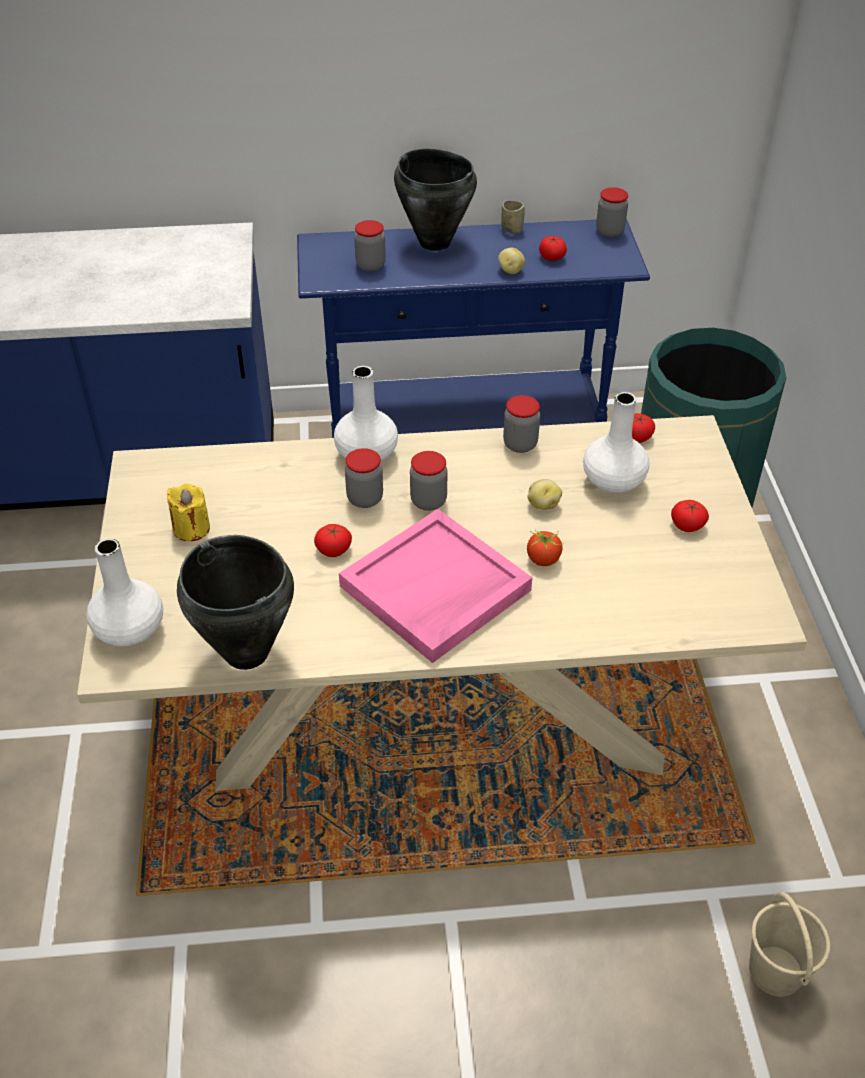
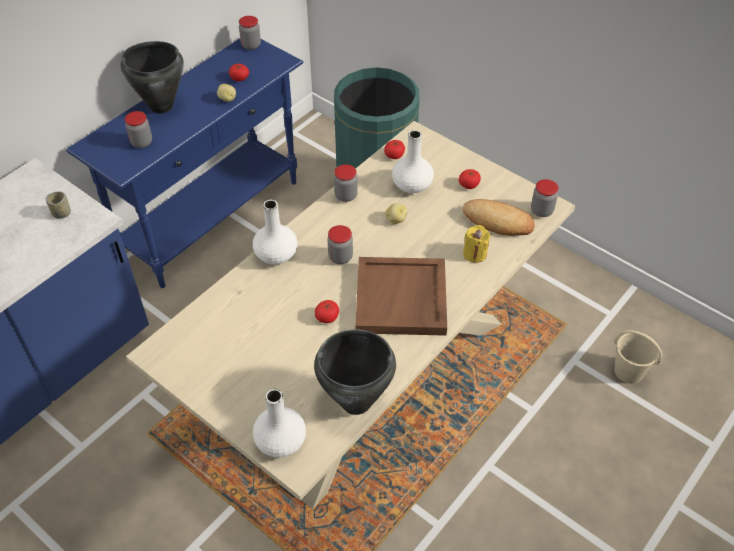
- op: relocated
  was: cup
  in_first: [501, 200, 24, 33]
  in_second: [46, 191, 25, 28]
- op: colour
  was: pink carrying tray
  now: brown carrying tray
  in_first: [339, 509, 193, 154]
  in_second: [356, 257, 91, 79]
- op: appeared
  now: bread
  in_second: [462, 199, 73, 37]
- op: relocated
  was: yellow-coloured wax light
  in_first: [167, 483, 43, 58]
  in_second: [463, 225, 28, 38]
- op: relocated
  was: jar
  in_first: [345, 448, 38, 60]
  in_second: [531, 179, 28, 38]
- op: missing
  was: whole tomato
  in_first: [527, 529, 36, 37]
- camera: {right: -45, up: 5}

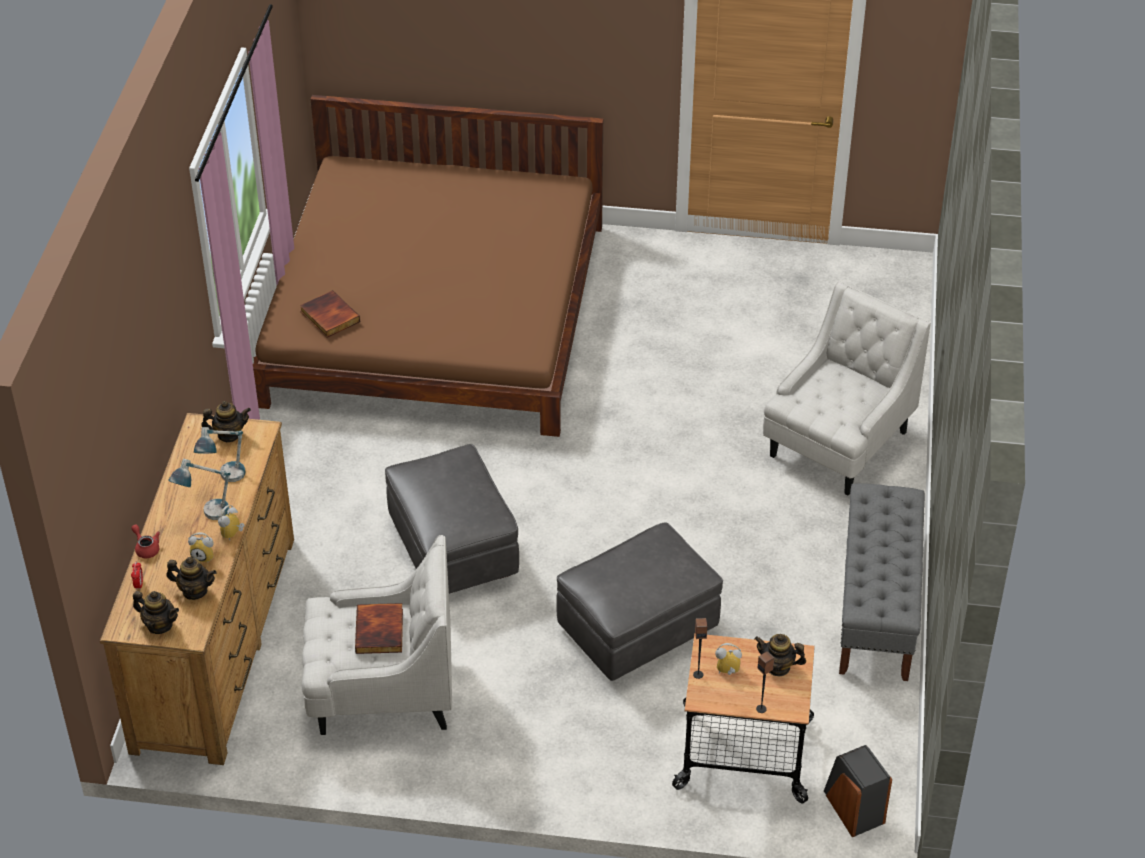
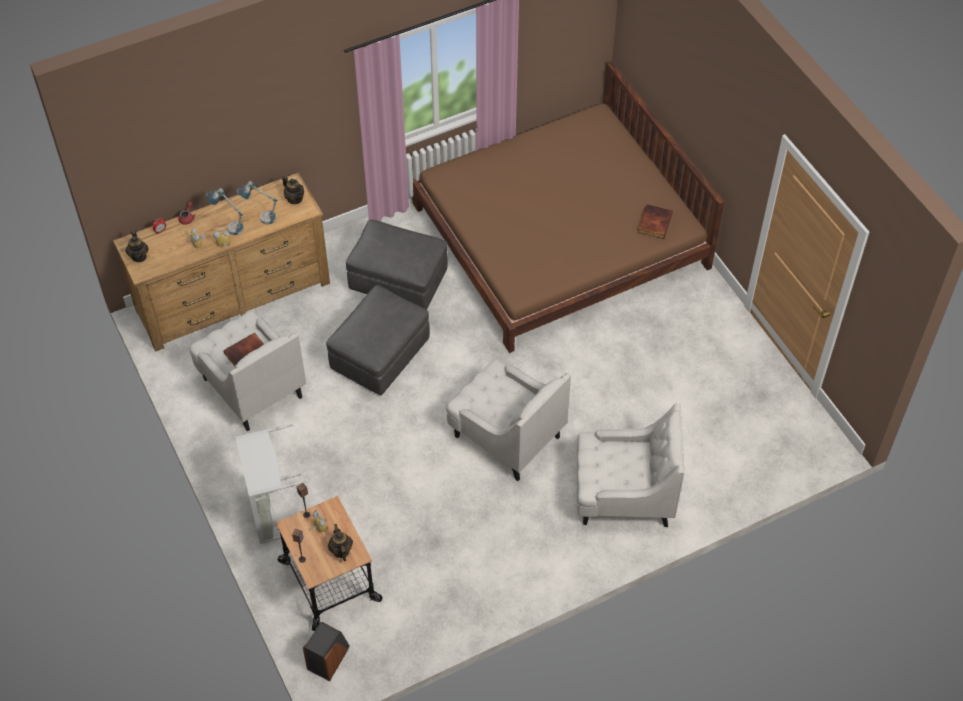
- op: appeared
  now: grey hamper
  in_second: [235, 424, 73, 120]
- op: relocated
  was: grey pouffe
  in_first: [556, 522, 167, 159]
  in_second: [346, 219, 102, 91]
- op: appeared
  now: white armchair
  in_second: [446, 359, 125, 122]
- op: relocated
  was: bound book
  in_first: [300, 290, 60, 48]
  in_second: [637, 204, 36, 35]
- op: missing
  was: tea pot
  in_first: [166, 557, 51, 43]
- op: missing
  was: grey long seat
  in_first: [839, 483, 86, 198]
- camera: {right: 55, up: 10}

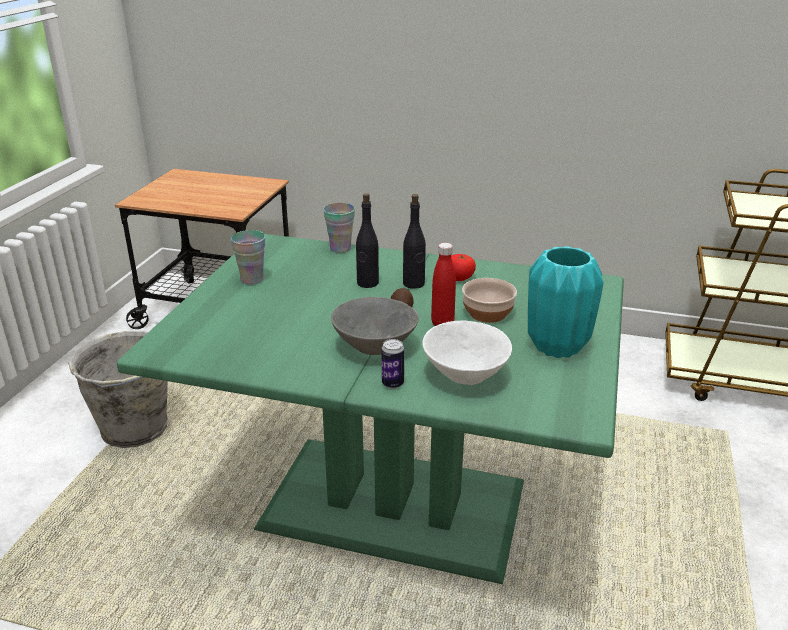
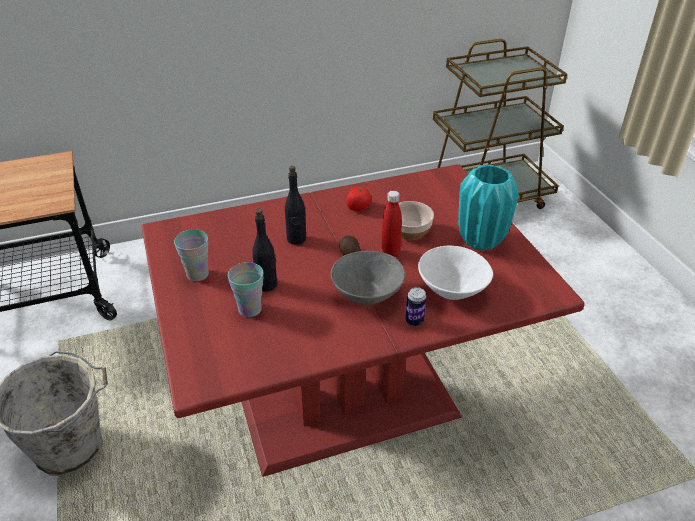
- op: colour
  was: green-coloured dinner table
  now: reddish dinner table
  in_first: [117, 234, 507, 350]
  in_second: [142, 164, 443, 313]
- op: relocated
  was: cup
  in_first: [323, 203, 32, 50]
  in_second: [228, 262, 35, 55]
- op: relocated
  was: black drink bottle
  in_first: [403, 194, 23, 95]
  in_second: [252, 209, 25, 83]
- camera: {right: -35, up: 10}

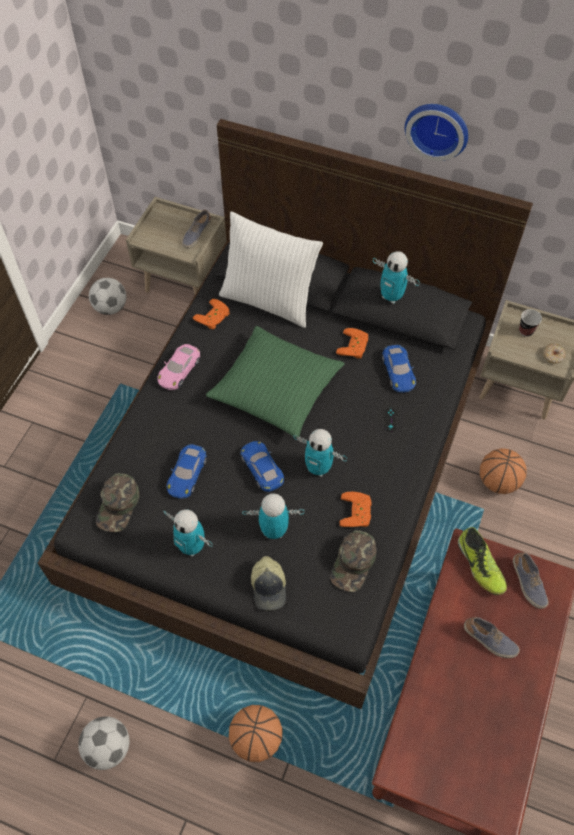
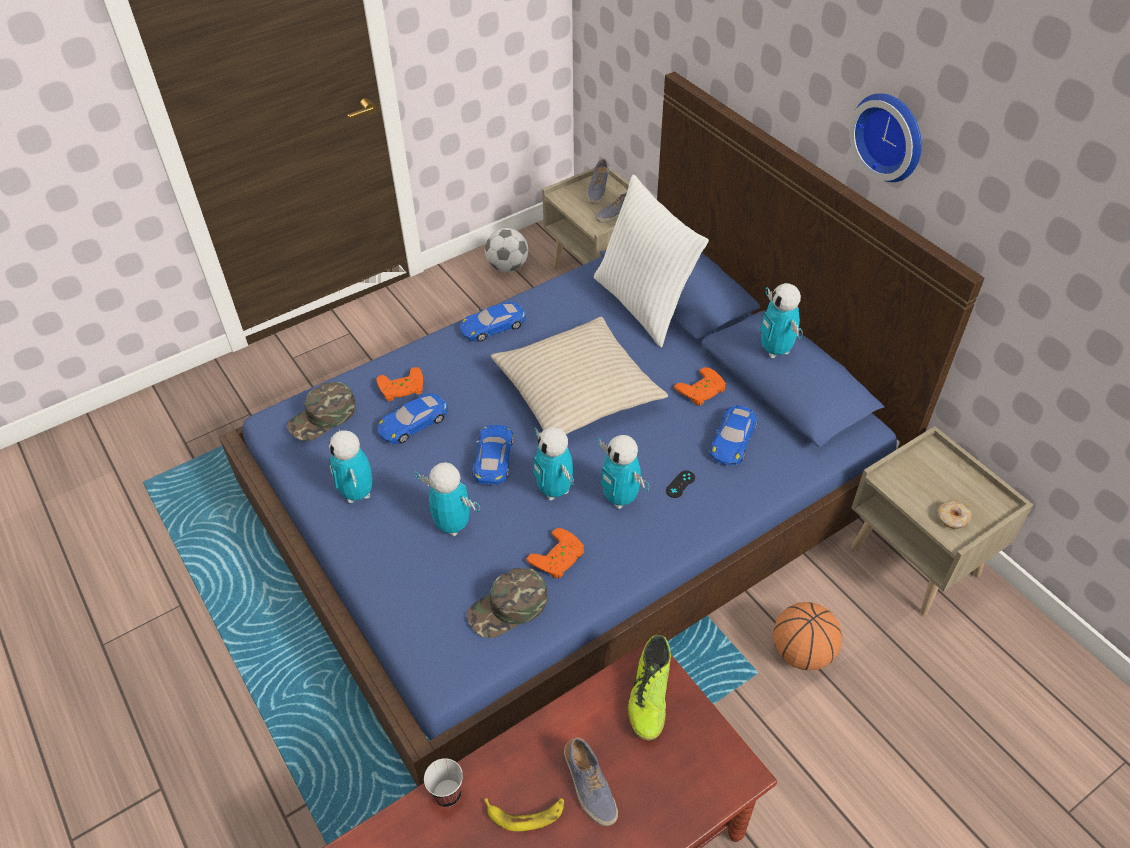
- op: colour
  was: black sleeping bed
  now: blue sleeping bed
  in_first: [38, 119, 495, 590]
  in_second: [219, 72, 766, 714]
- op: relocated
  was: orange-coloured gamepad
  in_first: [193, 299, 37, 31]
  in_second: [376, 367, 47, 34]
- op: relocated
  was: cup
  in_first: [519, 309, 23, 28]
  in_second: [424, 758, 39, 49]
- op: colour
  was: pink miniature car
  now: blue miniature car
  in_first: [158, 344, 42, 46]
  in_second: [460, 302, 66, 40]
- op: appeared
  now: whole banana
  in_second: [484, 798, 80, 33]
- op: colour
  was: green-coloured cushion
  now: beige-coloured cushion
  in_first: [206, 326, 139, 112]
  in_second: [491, 317, 177, 117]
- op: relocated
  was: low shoe
  in_first: [513, 552, 35, 57]
  in_second: [586, 158, 23, 47]
- op: appeared
  now: toy robot
  in_second: [596, 435, 53, 74]
- op: missing
  was: football ball
  in_first: [78, 716, 51, 54]
- op: missing
  was: basketball ball
  in_first: [229, 705, 54, 57]
- op: missing
  was: peaked cap
  in_first: [251, 556, 35, 54]
- camera: {right: 35, up: -10}

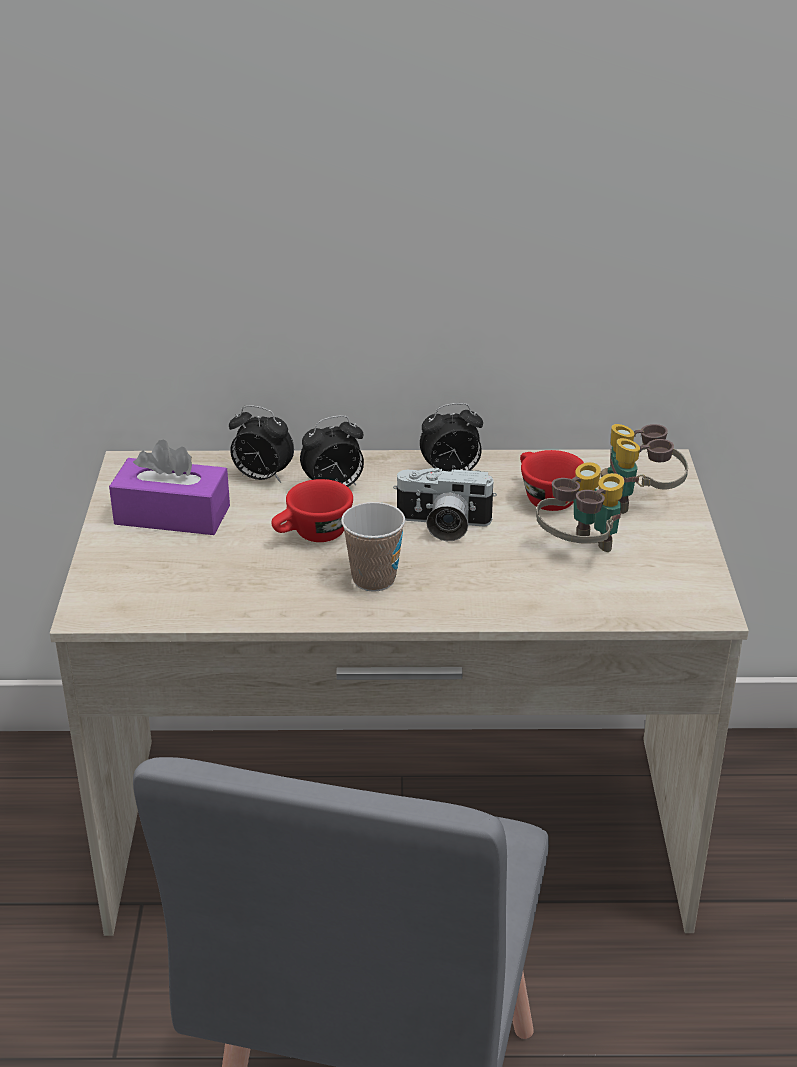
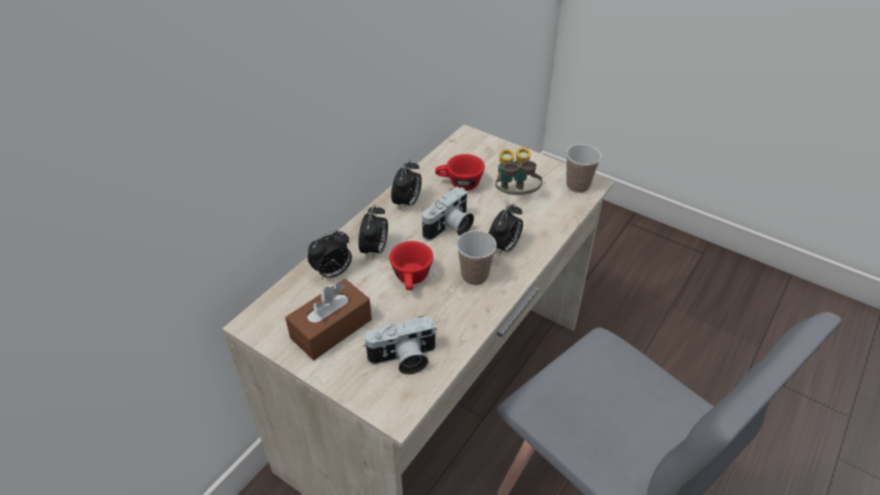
- op: colour
  was: purplish box of tissues
  now: brown box of tissues
  in_first: [109, 440, 121, 95]
  in_second: [285, 279, 87, 81]
- op: appeared
  now: still camera
  in_second: [363, 316, 74, 59]
- op: appeared
  now: bedside clock
  in_second: [488, 203, 35, 53]
- op: appeared
  now: cup
  in_second: [566, 144, 35, 49]
- op: missing
  was: pair of binoculars
  in_first: [601, 424, 87, 90]
- camera: {right: -55, up: 10}

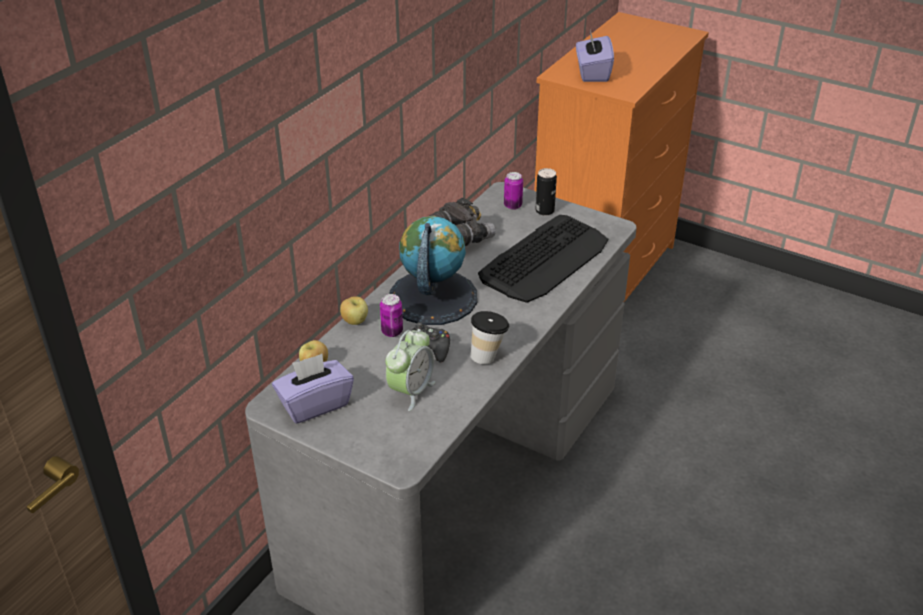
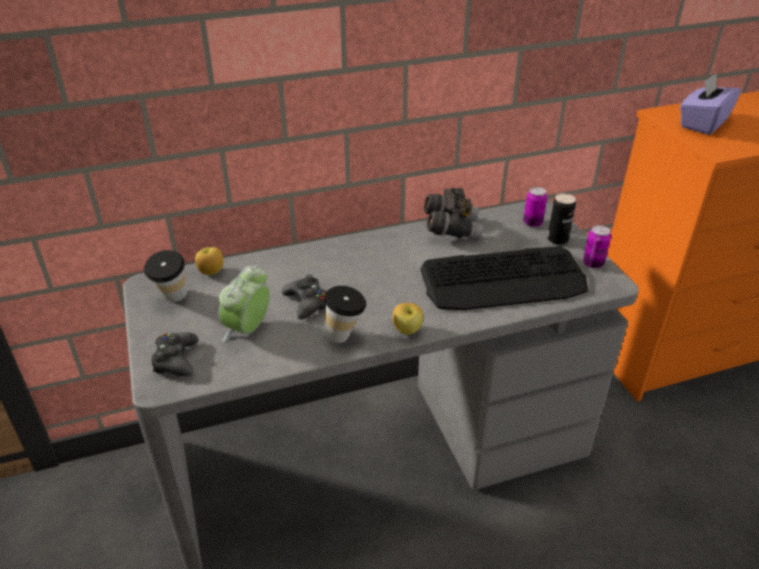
- op: exchanged
  was: purplish box of tissues
  now: cup
  in_first: [272, 354, 82, 70]
  in_second: [144, 250, 44, 52]
- op: appeared
  now: black gamepad
  in_second: [151, 332, 48, 44]
- op: spun
  was: bedside clock
  in_first: [385, 329, 50, 82]
  in_second: [219, 265, 51, 77]
  clockwise: 135
- op: relocated
  was: apple
  in_first: [340, 296, 28, 29]
  in_second: [393, 303, 30, 32]
- op: relocated
  was: can
  in_first: [380, 294, 23, 43]
  in_second: [583, 225, 28, 43]
- op: missing
  was: desk globe
  in_first: [390, 216, 87, 109]
- camera: {right: 40, up: 0}

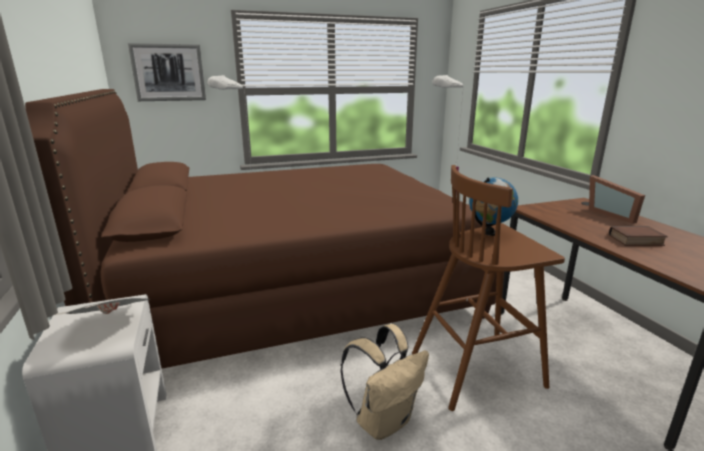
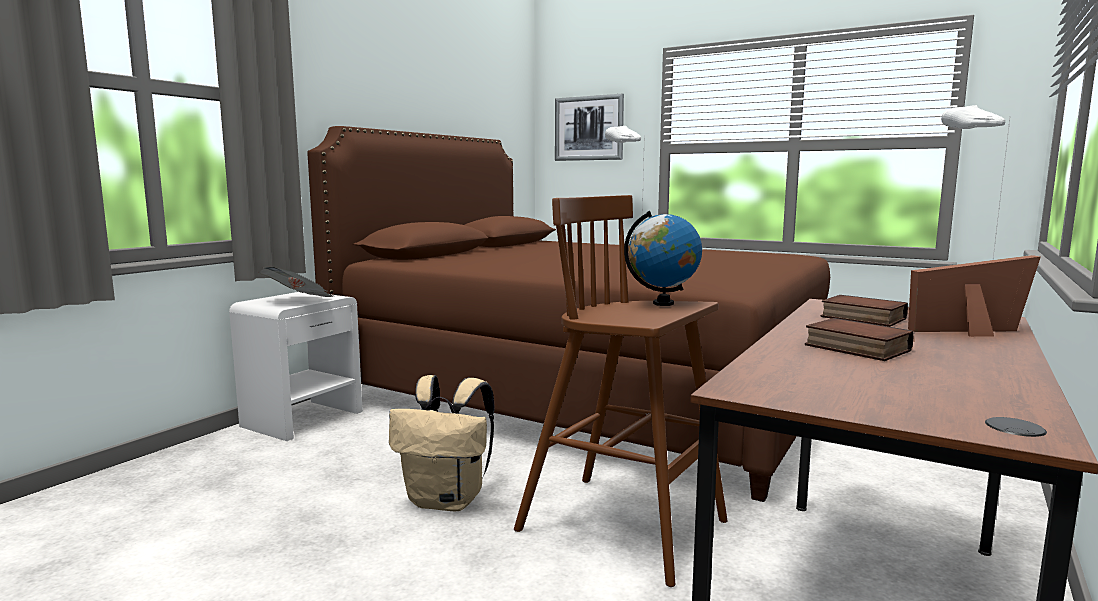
- op: appeared
  now: bound book
  in_second: [821, 295, 87, 32]
- op: spun
  was: standing frame
  in_first: [589, 175, 56, 49]
  in_second: [908, 255, 133, 82]
  clockwise: 60
- camera: {right: 50, up: -10}

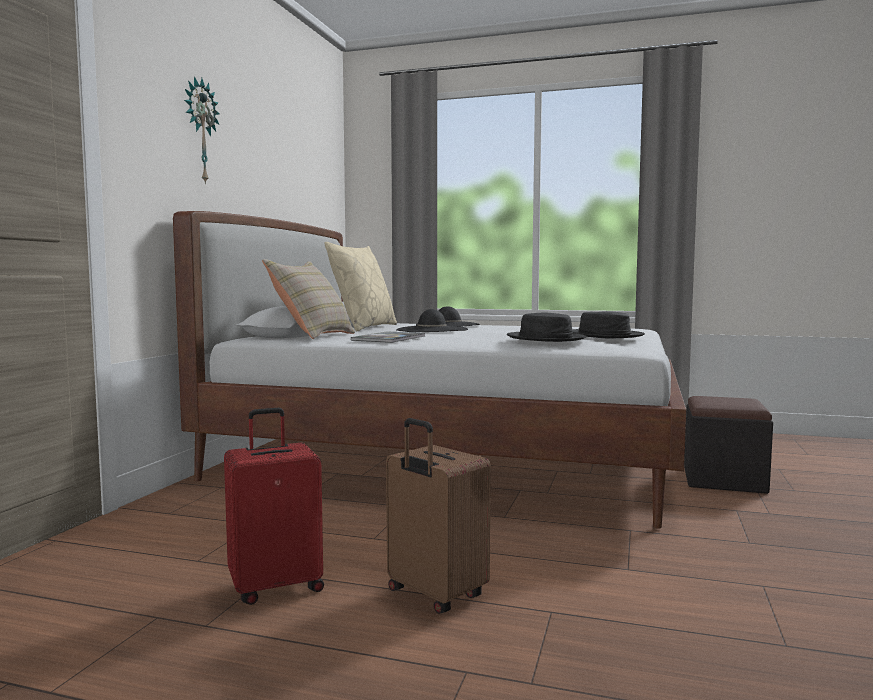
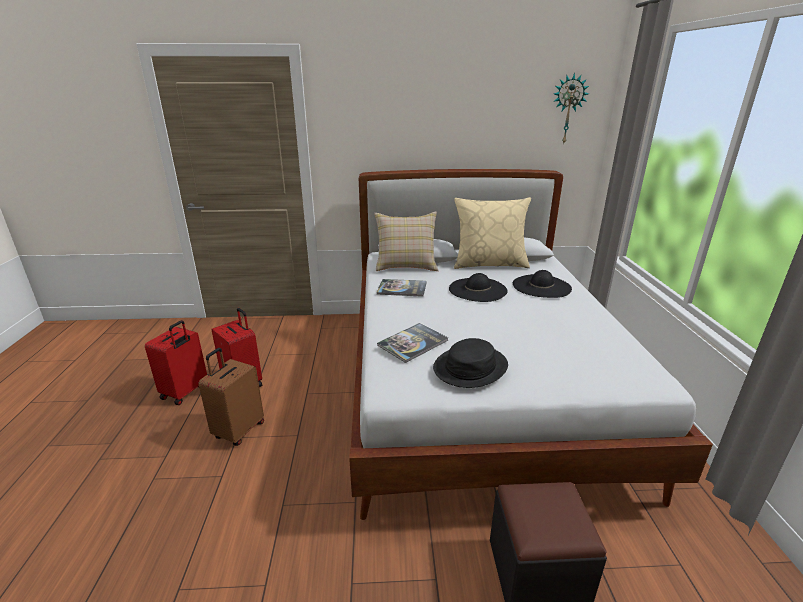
- op: appeared
  now: reddish suitcase
  in_second: [145, 320, 62, 85]
- op: exchanged
  was: black clothing hat
  now: bound book
  in_first: [507, 312, 80, 30]
  in_second: [377, 323, 71, 40]
- op: relocated
  was: hanging clock
  in_first: [184, 76, 36, 108]
  in_second: [553, 73, 36, 70]
- camera: {right: 70, up: 20}

